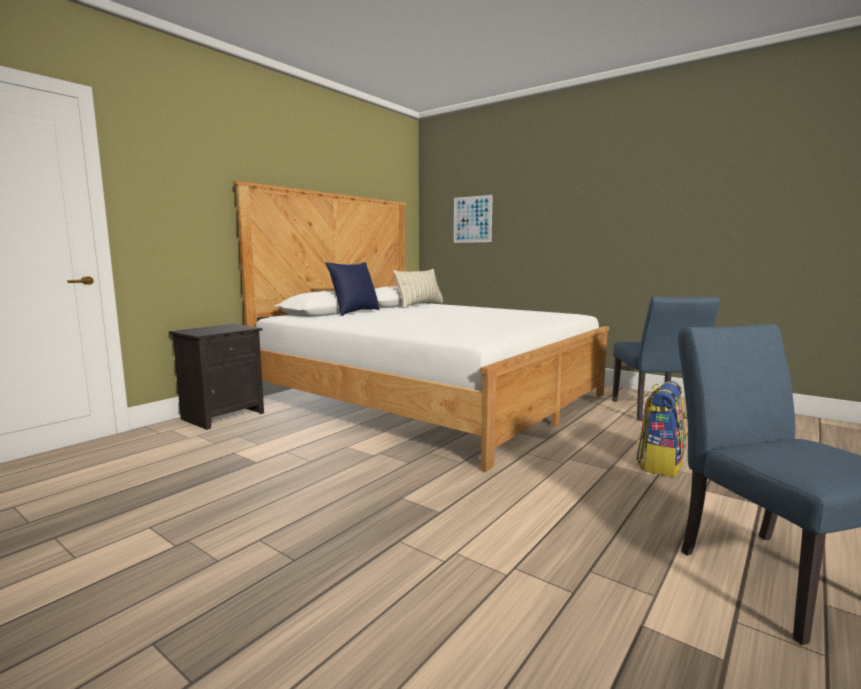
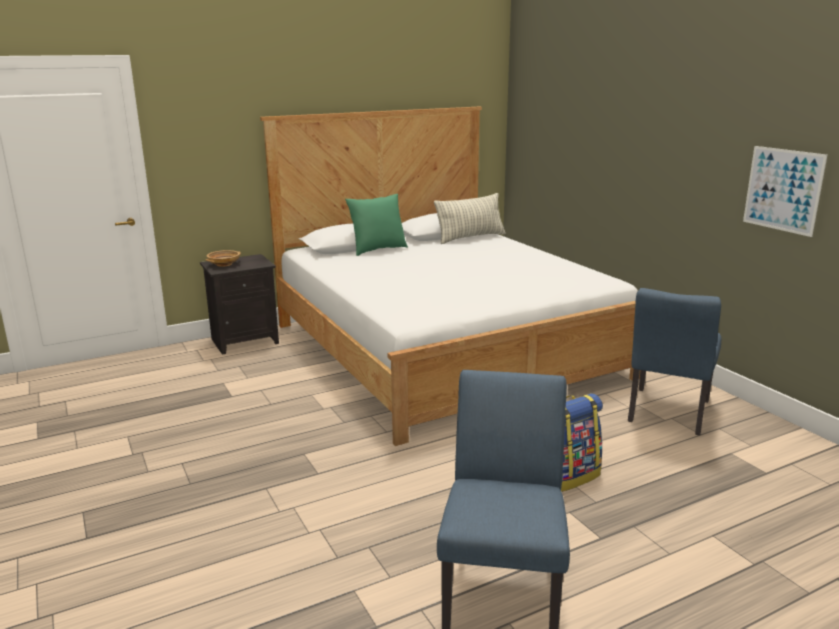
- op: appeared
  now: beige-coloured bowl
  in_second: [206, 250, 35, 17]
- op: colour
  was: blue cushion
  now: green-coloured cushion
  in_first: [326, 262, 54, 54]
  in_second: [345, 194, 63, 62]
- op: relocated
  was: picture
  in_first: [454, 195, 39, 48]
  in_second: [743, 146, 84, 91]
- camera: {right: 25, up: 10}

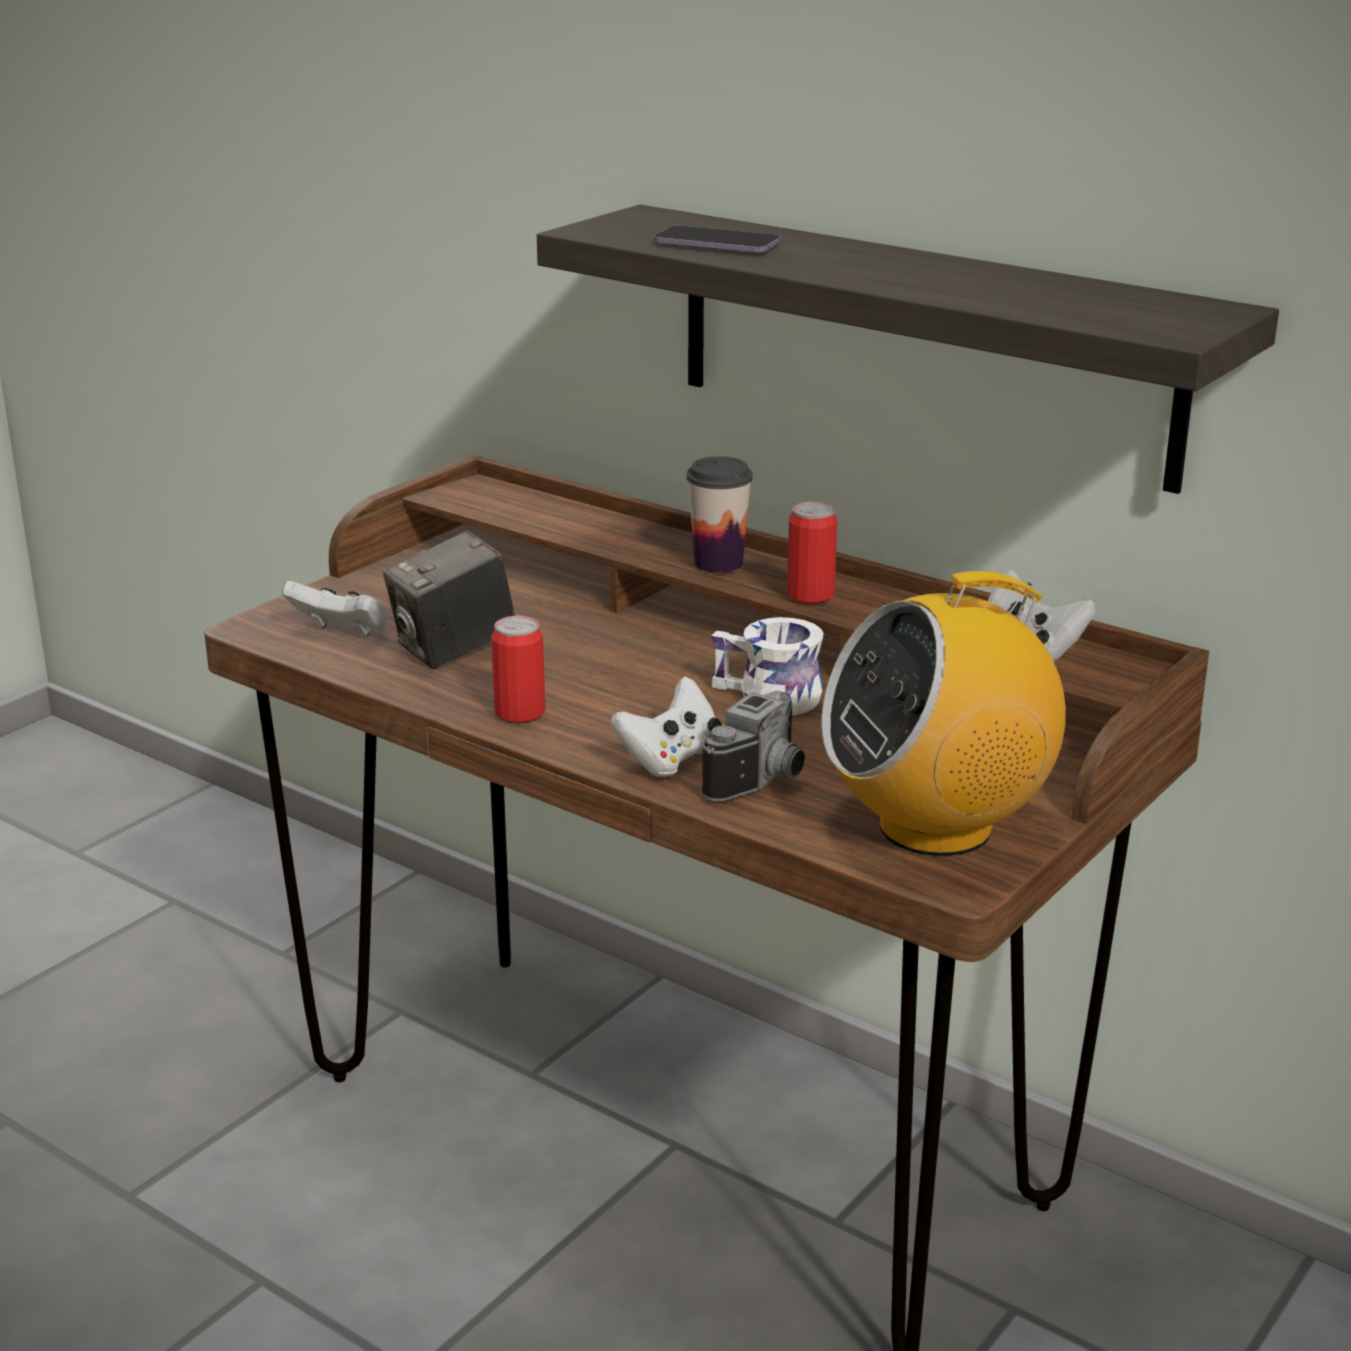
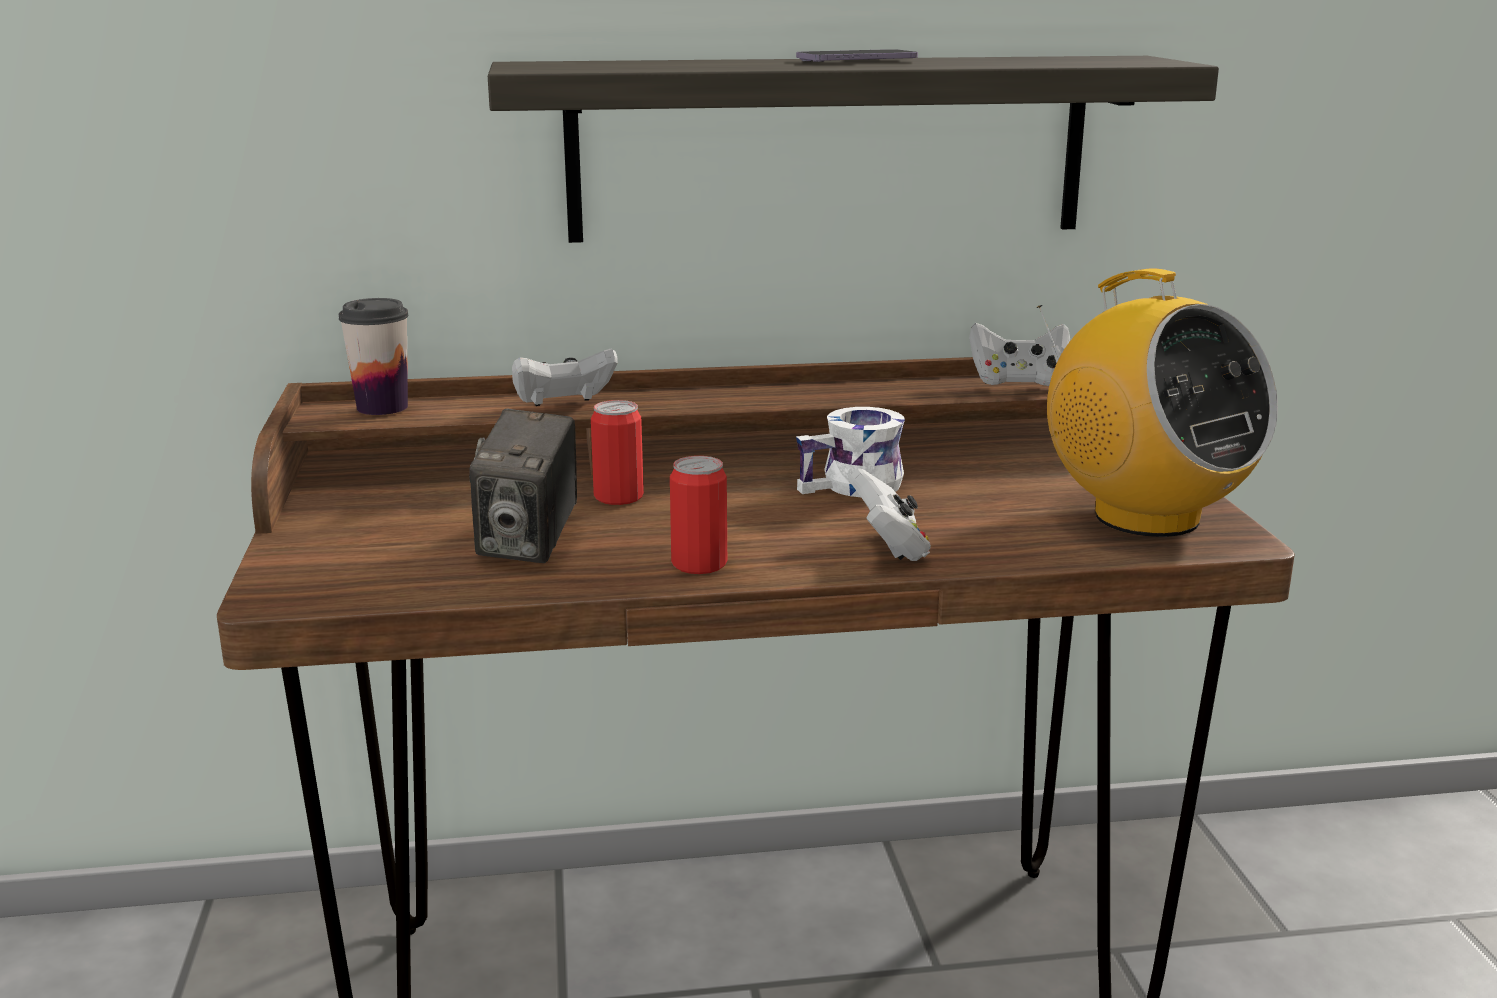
- op: relocated
  was: cup
  in_first: [686, 456, 67, 117]
  in_second: [339, 298, 70, 117]
- op: relocated
  was: white gamepad
  in_first: [282, 581, 106, 55]
  in_second: [512, 349, 106, 57]
- op: relocated
  was: can
  in_first: [787, 502, 50, 102]
  in_second: [591, 400, 53, 105]
- op: relocated
  was: phone
  in_first: [654, 226, 126, 27]
  in_second: [796, 49, 122, 13]
- op: spun
  was: radio
  in_first: [822, 571, 244, 285]
  in_second: [1037, 269, 241, 268]
  clockwise: -60
- op: missing
  was: still camera
  in_first: [702, 691, 103, 110]
- camera: {right: -45, up: -5}

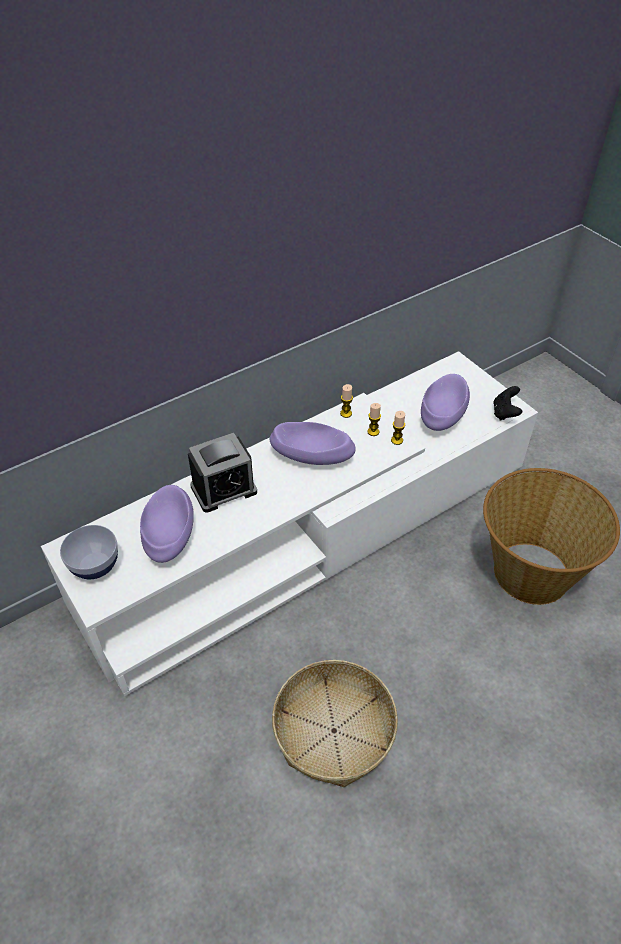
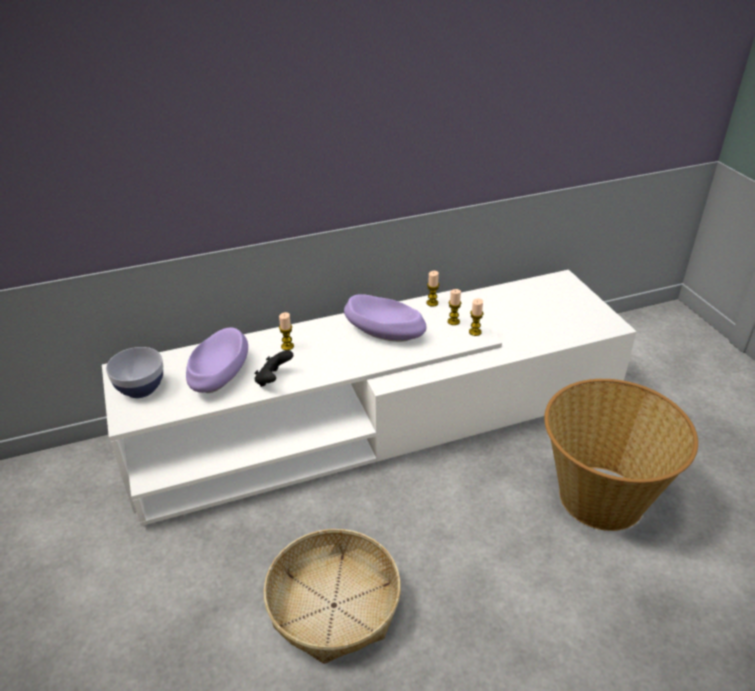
- op: relocated
  was: black gamepad
  in_first: [493, 386, 29, 35]
  in_second: [254, 350, 39, 37]
- op: exchanged
  was: bedside clock
  now: wax light
  in_first: [188, 433, 69, 80]
  in_second: [279, 312, 15, 38]
- op: missing
  was: purplish bowl
  in_first: [421, 374, 49, 57]
- camera: {right: 15, up: -10}

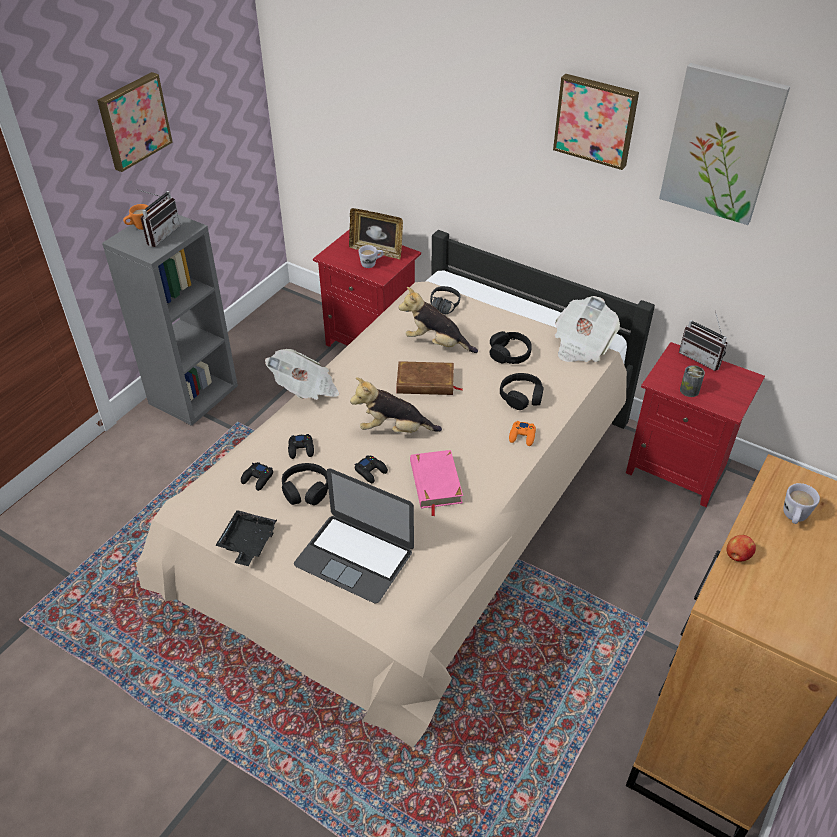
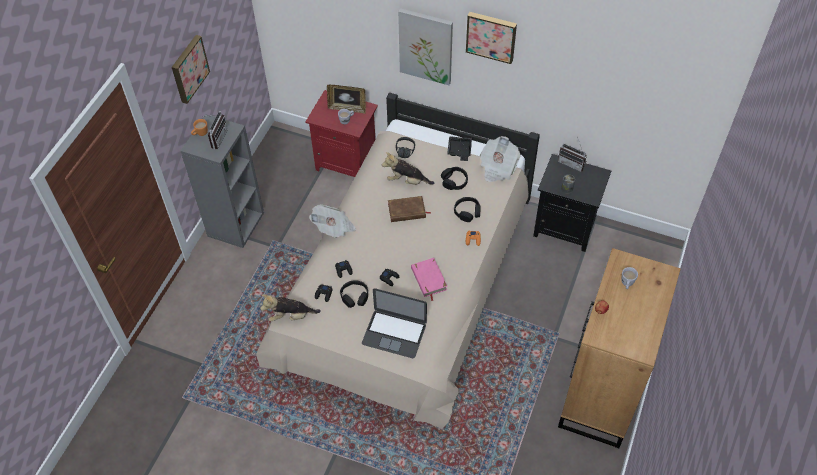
- op: relocated
  was: soft toy
  in_first: [350, 377, 92, 56]
  in_second: [260, 294, 61, 27]
- op: relocated
  was: picture
  in_first: [659, 63, 131, 162]
  in_second: [398, 8, 55, 77]
- op: relocated
  was: black carrying tray
  in_first: [215, 510, 62, 56]
  in_second: [447, 136, 25, 25]
- op: colour
  was: reddish bedside table
  now: black bedside table
  in_first: [626, 342, 139, 165]
  in_second: [533, 154, 78, 98]
- camera: {right: -10, up: 10}

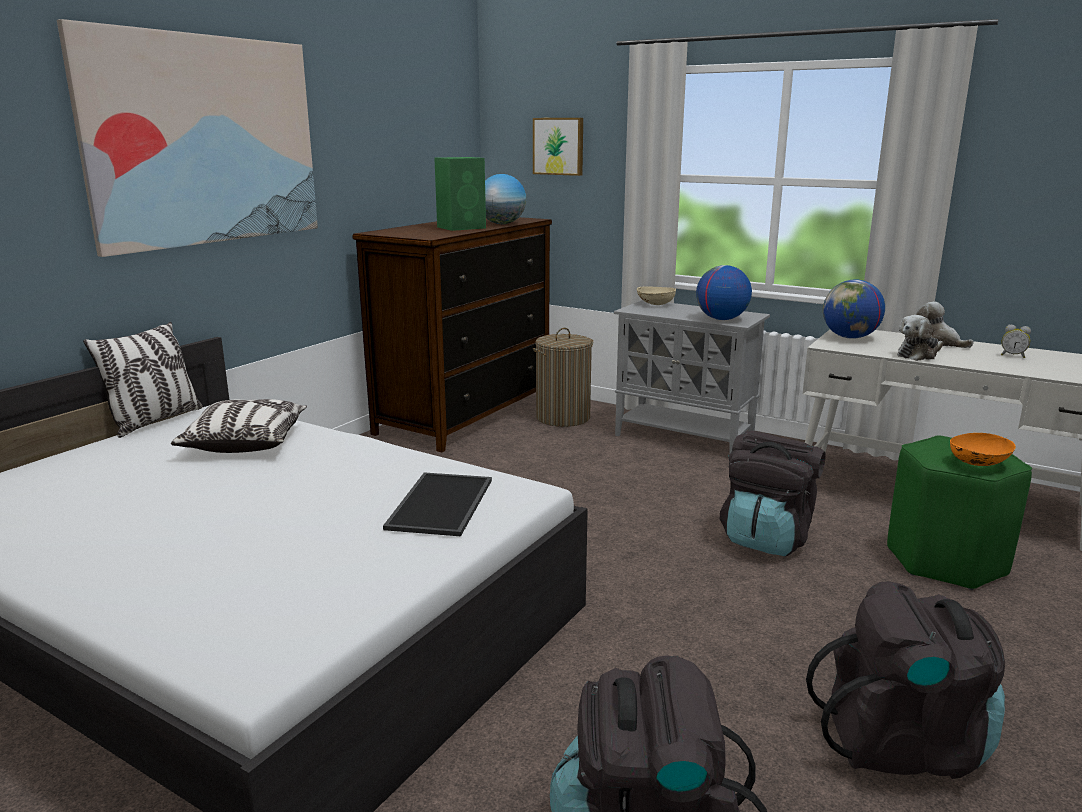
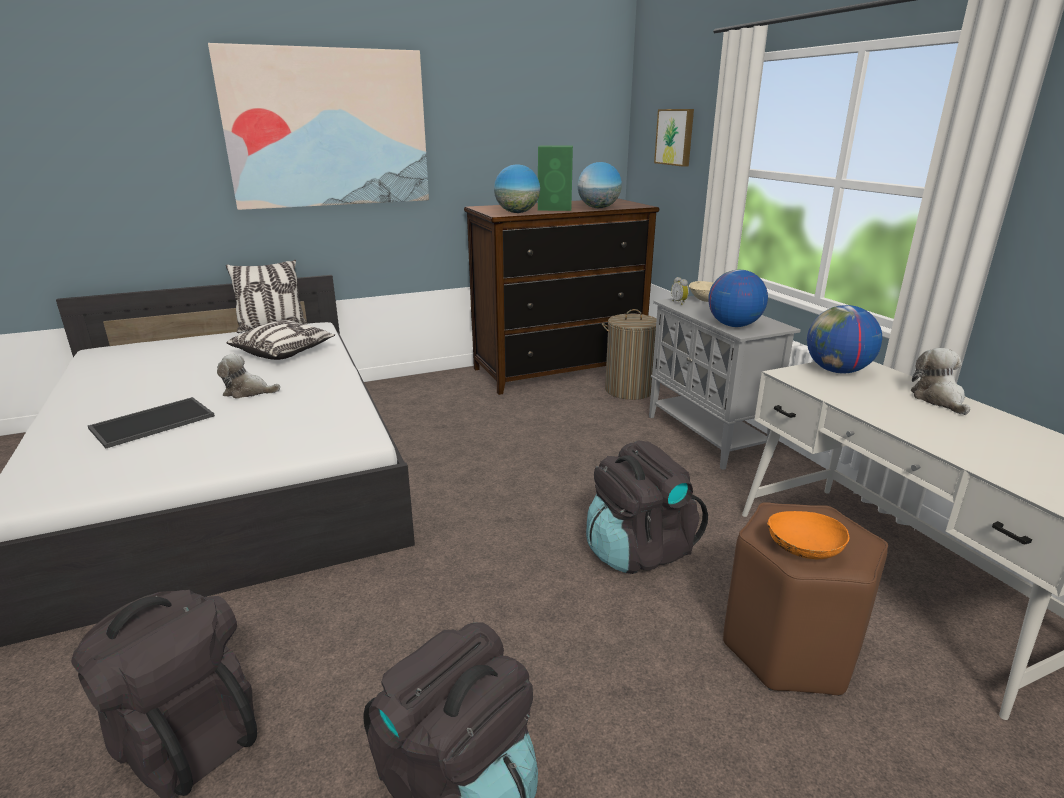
- op: relocated
  was: carrying tray
  in_first: [383, 472, 109, 64]
  in_second: [88, 397, 127, 51]
- op: relocated
  was: soft toy
  in_first: [897, 315, 46, 46]
  in_second: [217, 354, 63, 45]
- op: appeared
  now: desk globe
  in_second: [494, 164, 46, 49]
- op: relocated
  was: bedside clock
  in_first: [1001, 325, 30, 33]
  in_second: [671, 277, 18, 28]
- op: colour
  was: green-coloured stool
  now: brown stool
  in_first: [887, 435, 145, 155]
  in_second: [723, 502, 165, 194]
- camera: {right: 35, up: 5}

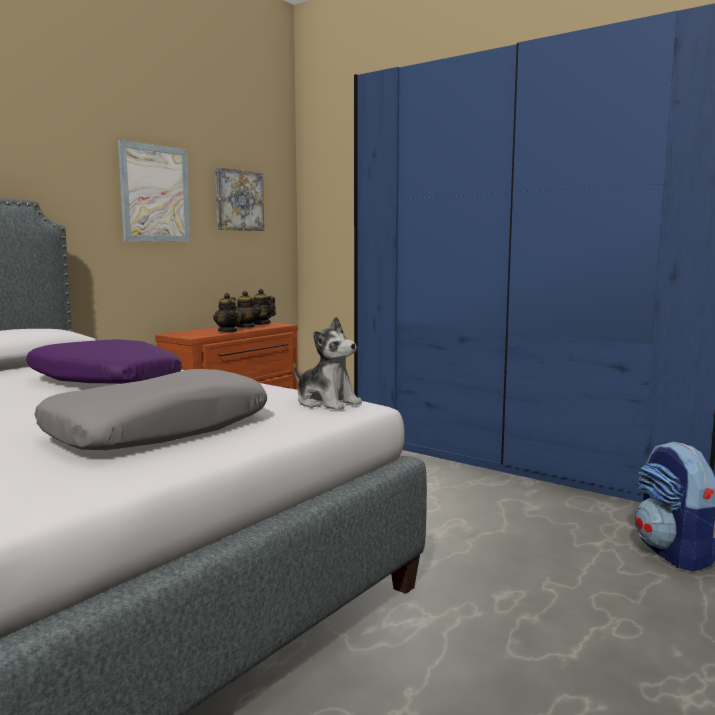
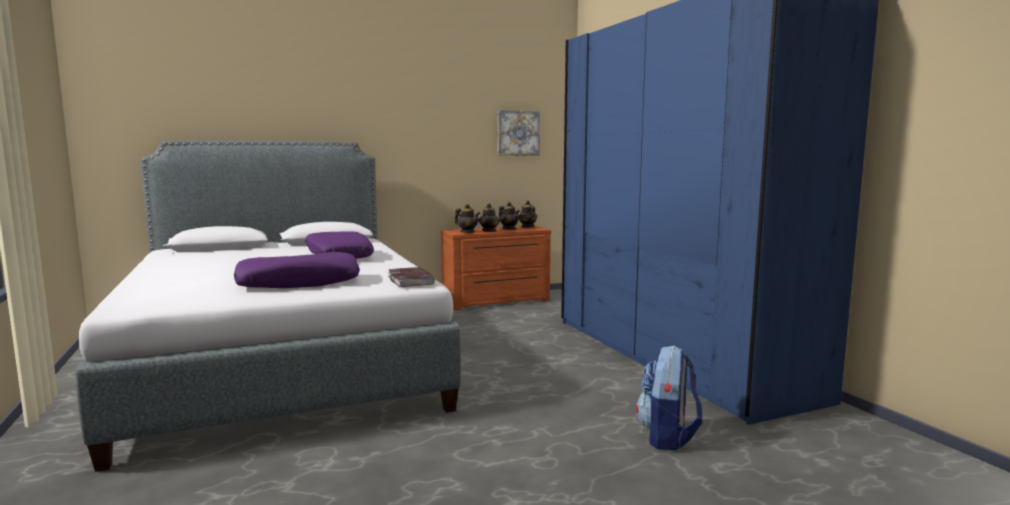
- op: colour
  was: grey cushion
  now: purplish cushion
  in_first: [34, 369, 233, 81]
  in_second: [234, 252, 125, 36]
- op: exchanged
  was: soft toy
  now: bound book
  in_first: [294, 317, 68, 93]
  in_second: [387, 267, 48, 20]
- op: appeared
  now: tea pot
  in_second: [455, 204, 25, 29]
- op: missing
  was: picture
  in_first: [118, 140, 72, 102]
- camera: {right: 30, up: 0}

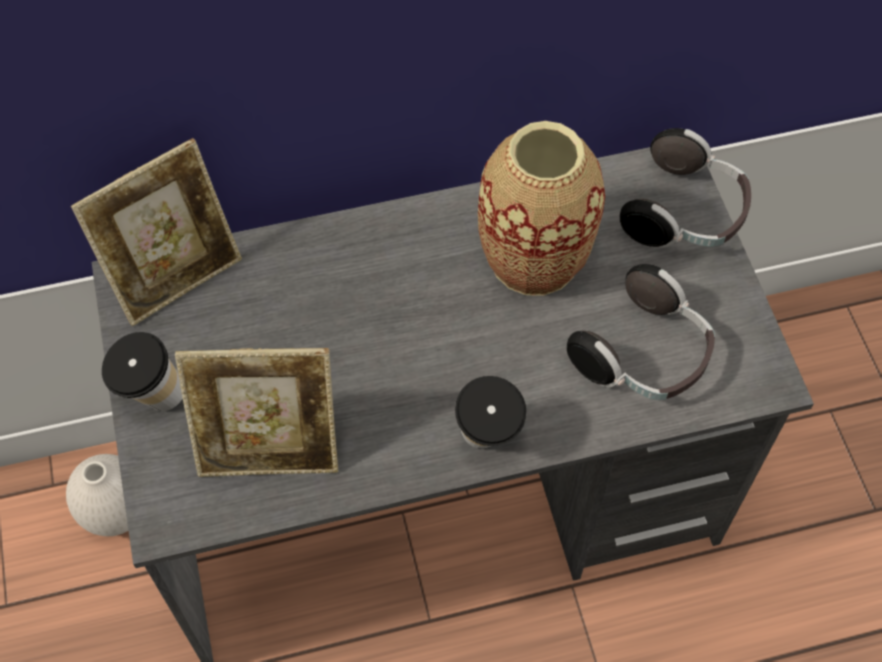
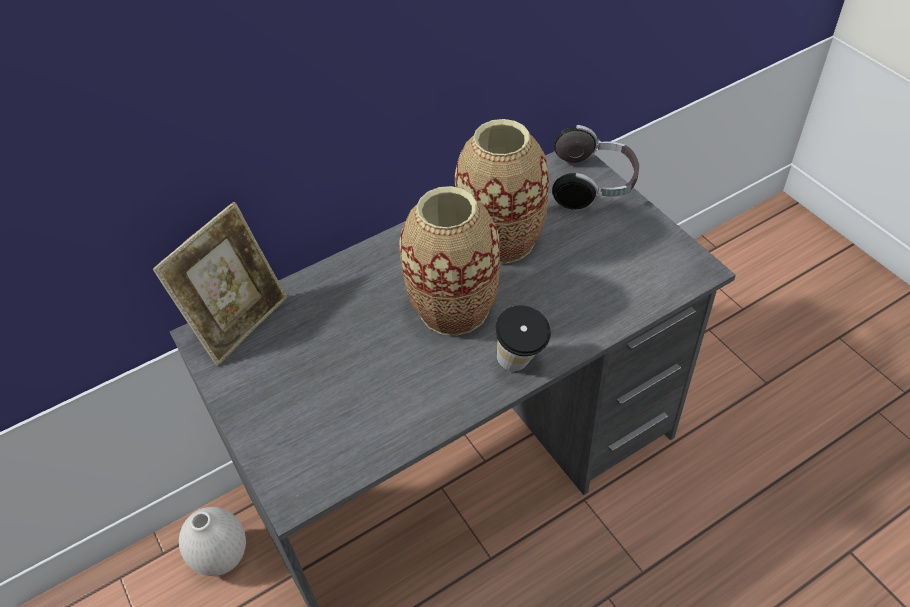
- op: appeared
  now: vase
  in_second: [399, 186, 101, 150]
- op: missing
  was: cup
  in_first: [102, 332, 81, 79]
- op: missing
  was: standing frame
  in_first: [175, 348, 163, 129]
- op: missing
  was: headphones
  in_first: [567, 264, 148, 136]
- camera: {right: -15, up: -10}

